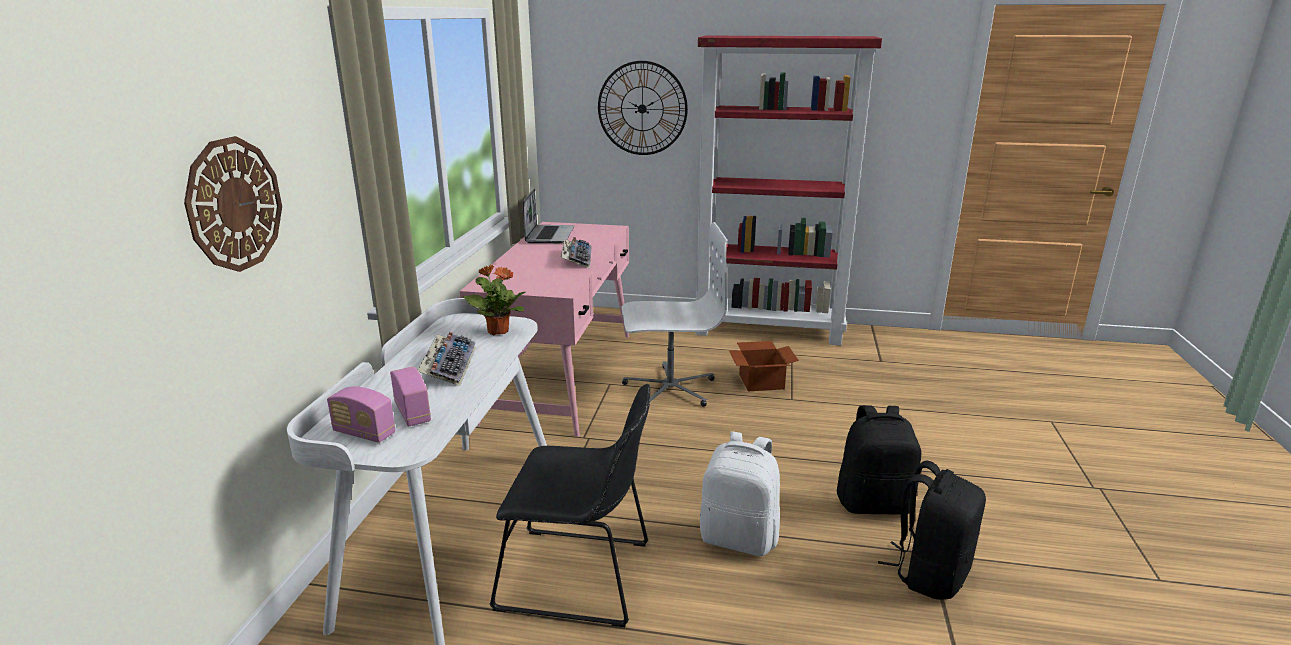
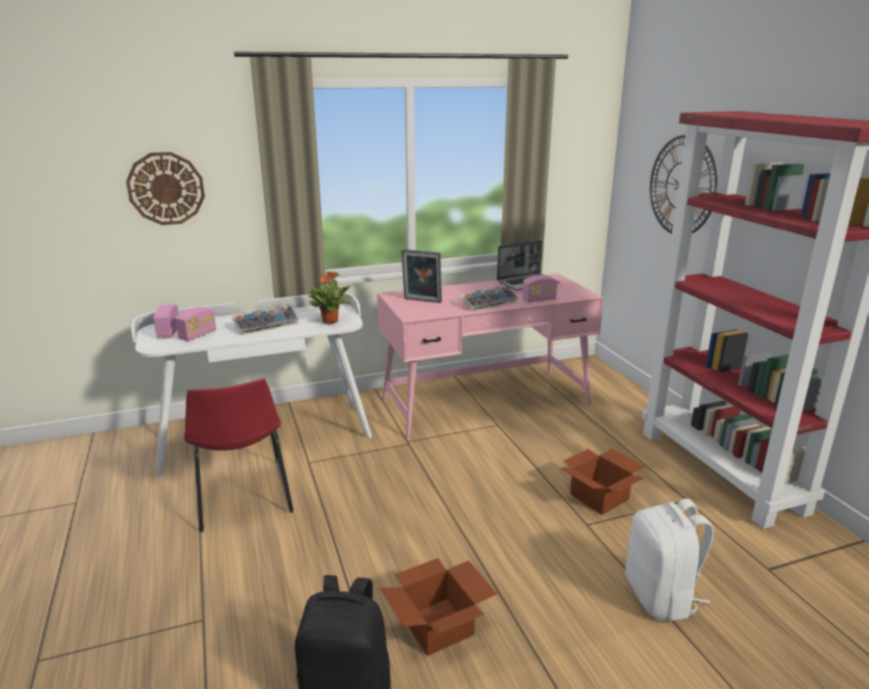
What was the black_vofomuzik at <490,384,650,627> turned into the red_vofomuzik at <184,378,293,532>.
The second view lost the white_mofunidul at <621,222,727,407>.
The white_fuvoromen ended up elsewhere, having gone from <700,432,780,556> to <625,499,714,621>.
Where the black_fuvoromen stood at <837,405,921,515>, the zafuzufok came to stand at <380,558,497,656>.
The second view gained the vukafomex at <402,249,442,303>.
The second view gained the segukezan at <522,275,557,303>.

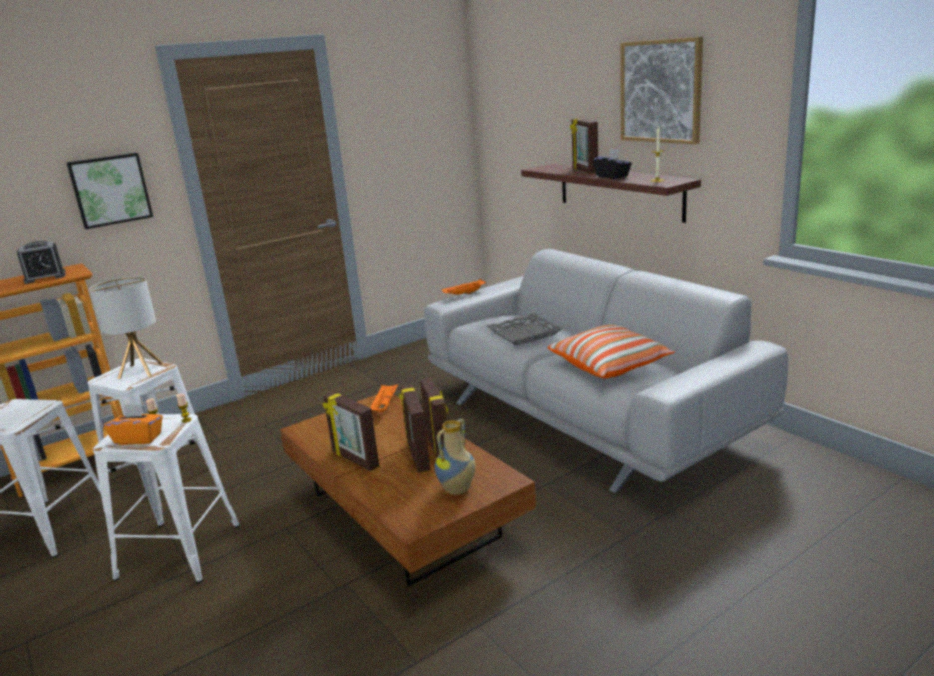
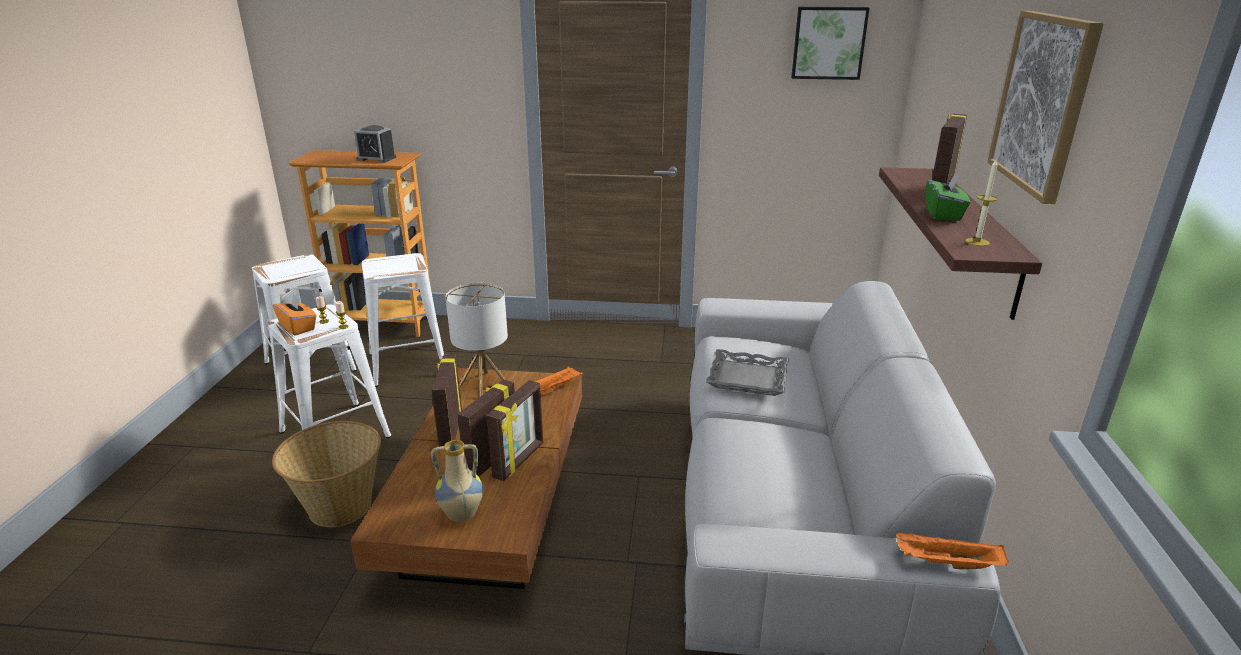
The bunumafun ended up elsewhere, having gone from <66,153,153,229> to <791,7,869,80>.
The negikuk ended up elsewhere, having gone from <89,276,163,379> to <445,283,508,397>.
The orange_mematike ended up elsewhere, having gone from <441,279,486,295> to <896,532,1009,570>.
The second view lost the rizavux at <547,325,675,378>.
What was the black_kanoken at <593,149,632,179> turned into the green_kanoken at <926,173,970,221>.
The second view gained the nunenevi at <272,421,381,527>.

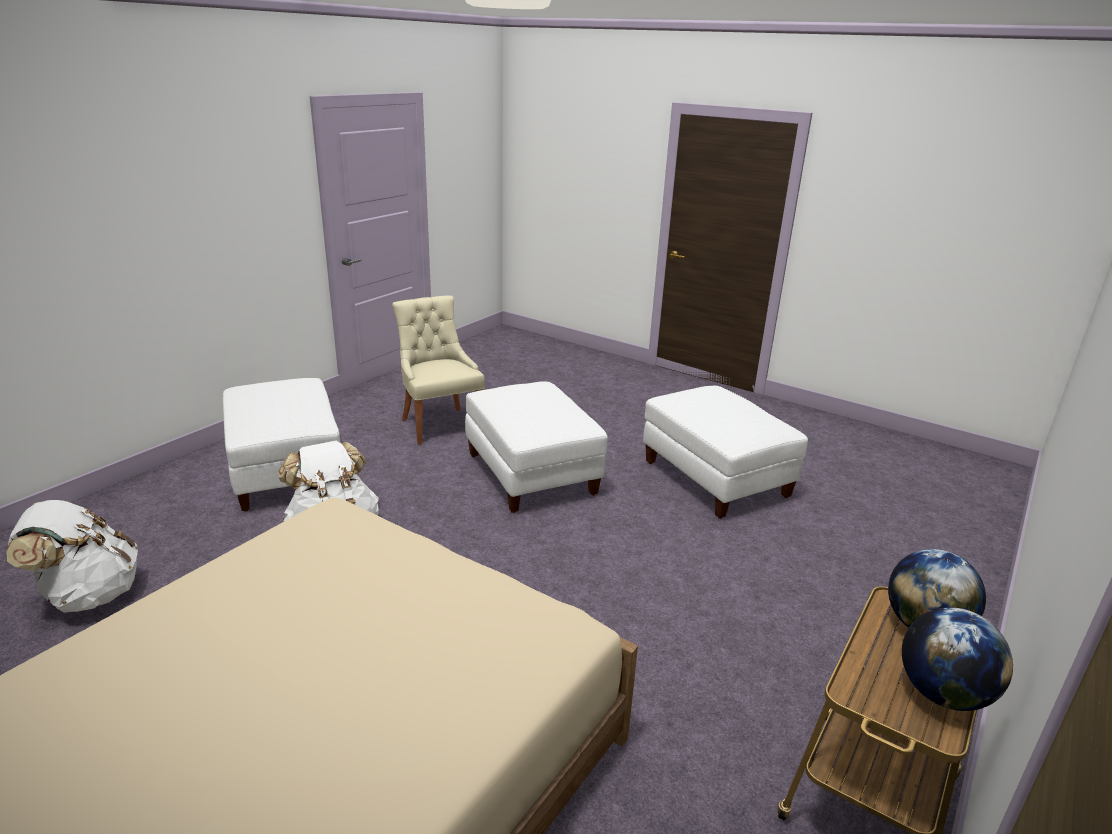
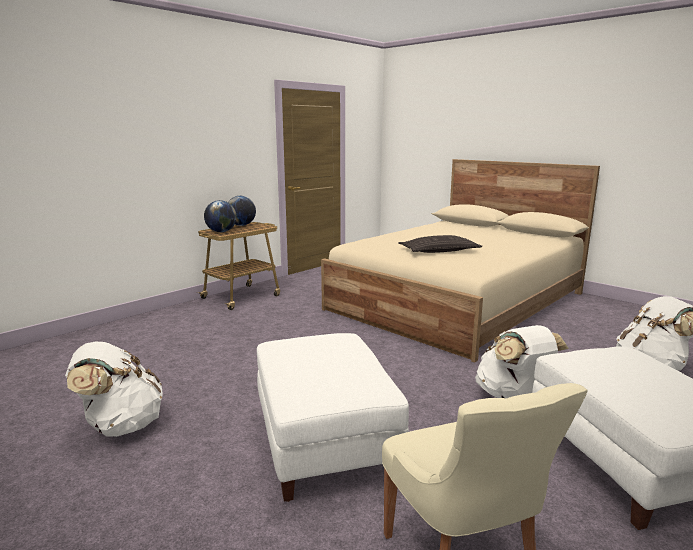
Where the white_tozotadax stood at <643,386,808,519>, the white_fuvoromen came to stand at <65,342,163,437>.
The second view gained the rizavux at <398,235,482,253>.

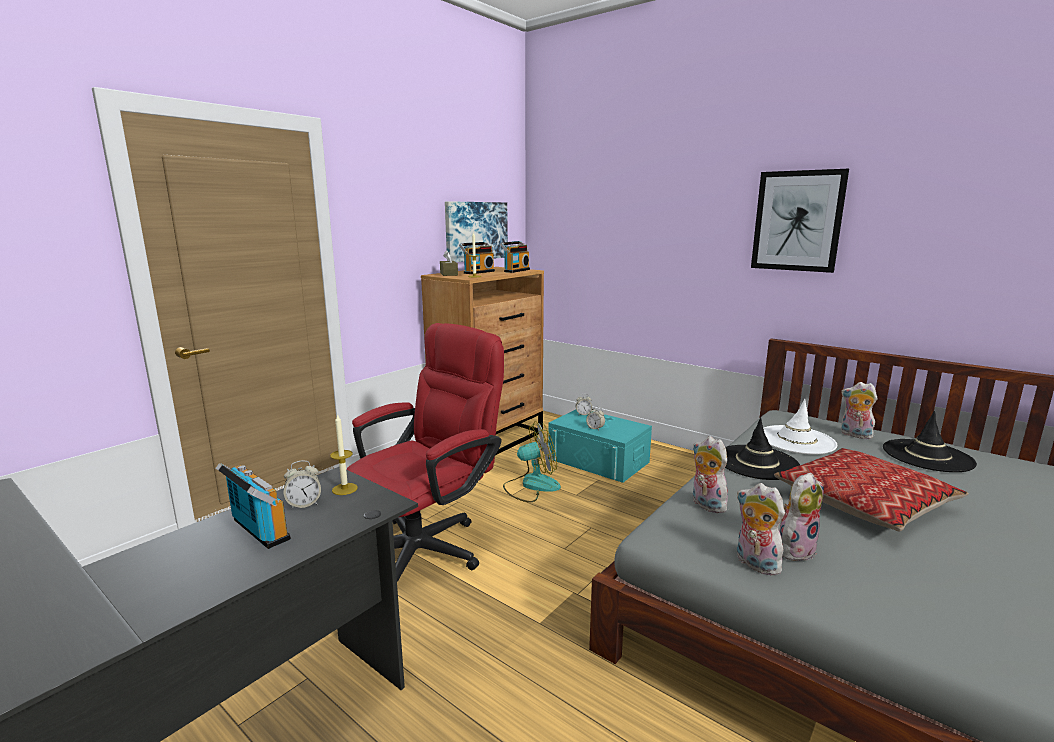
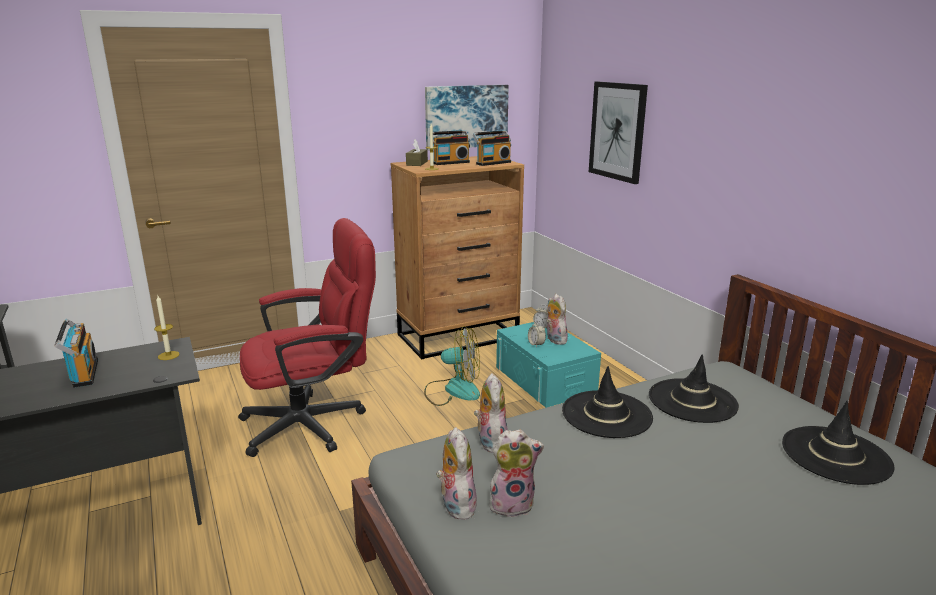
The second view lost the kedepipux at <284,461,321,510>.
The bunumafun ended up elsewhere, having gone from <751,169,849,273> to <589,82,648,184>.
What was the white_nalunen at <763,399,838,455> turned into the black_nalunen at <649,354,739,423>.
The second view lost the rizavux at <774,448,969,532>.
The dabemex ended up elsewhere, having gone from <841,382,878,439> to <547,294,568,345>.

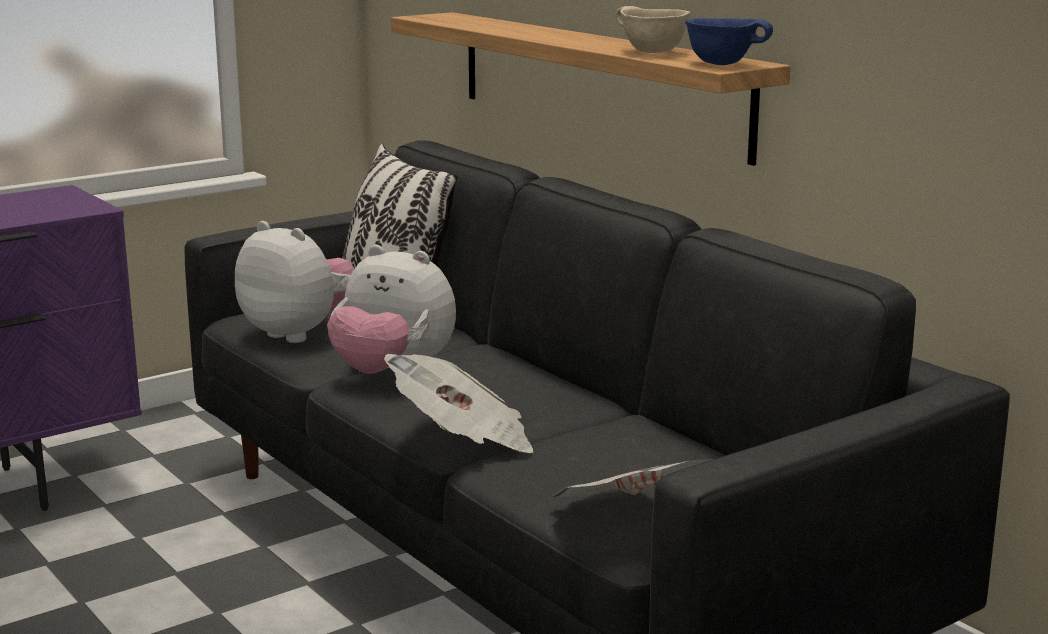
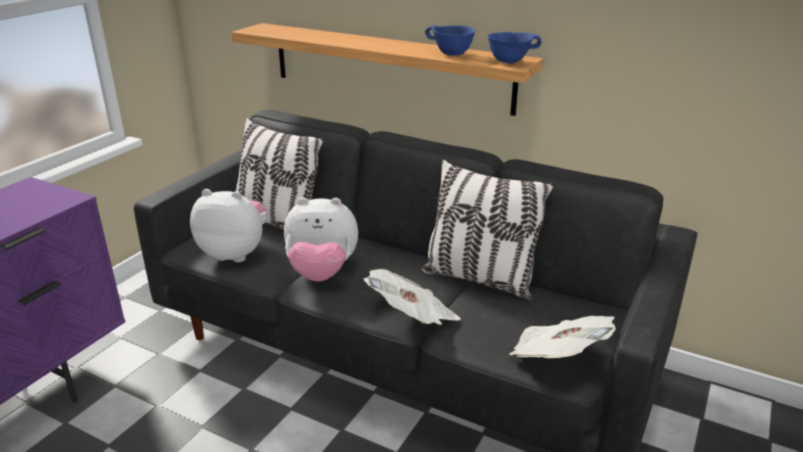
What was the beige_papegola at <616,6,690,53> turned into the blue_papegola at <425,25,476,56>.
The second view gained the rizavux at <421,160,554,300>.

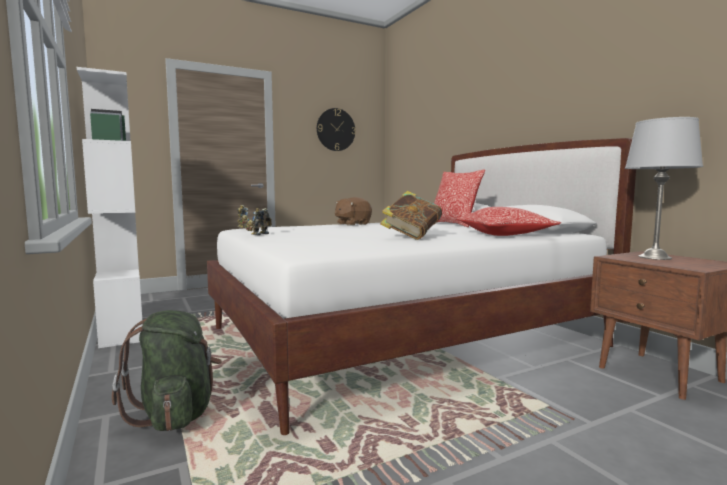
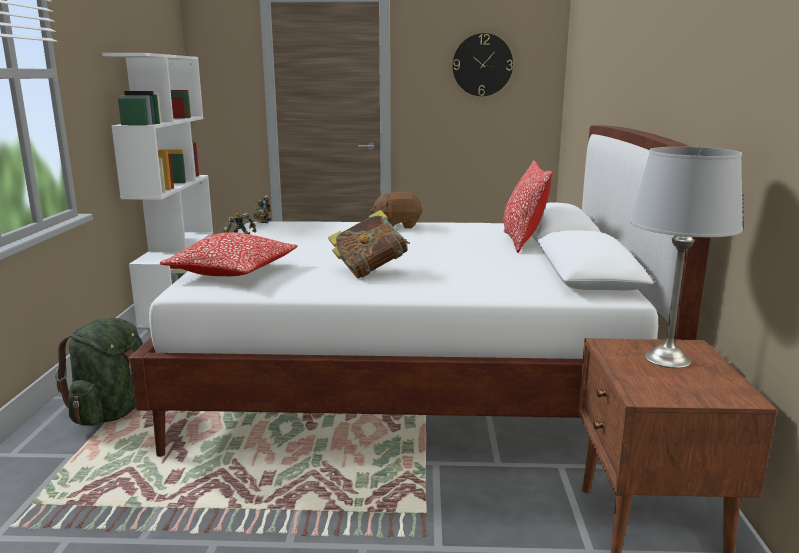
The rizavux ended up elsewhere, having gone from <456,207,561,236> to <160,232,298,276>.

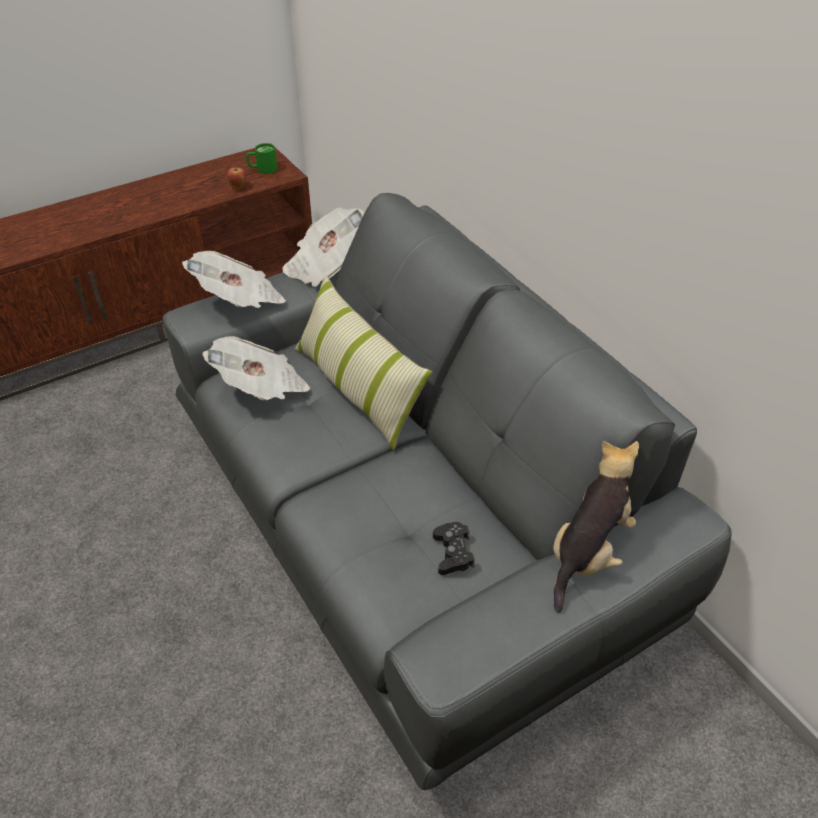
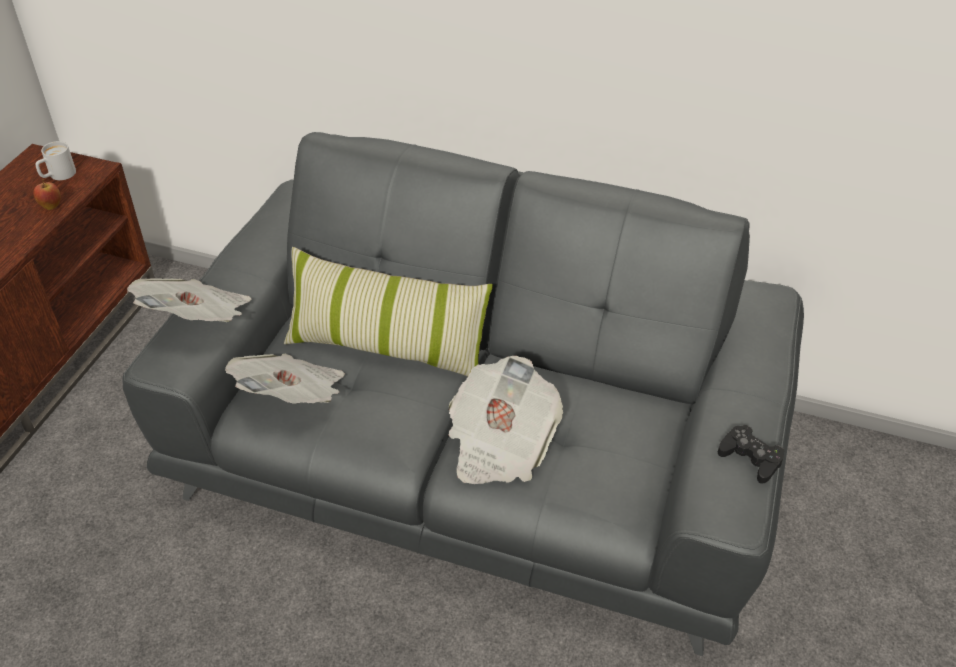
What was the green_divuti at <246,143,277,174> turned into the white_divuti at <36,141,76,180>.
The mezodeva ended up elsewhere, having gone from <283,207,365,287> to <448,356,563,484>.
The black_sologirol ended up elsewhere, having gone from <433,522,475,575> to <718,425,785,484>.
The second view lost the dabemex at <553,441,639,613>.

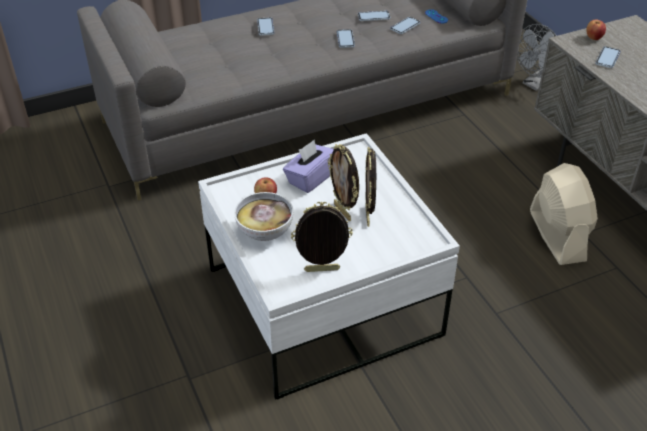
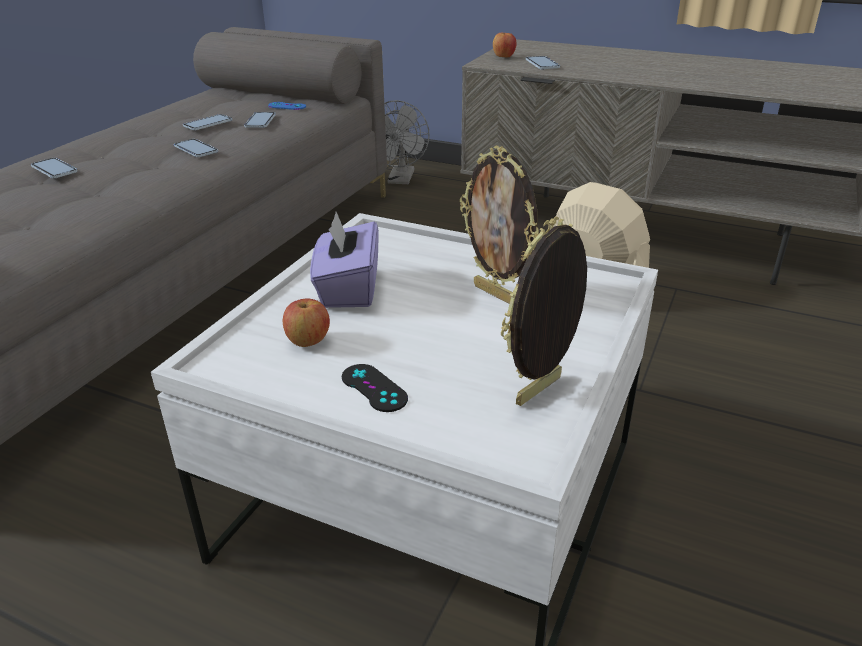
Where the papegola stood at <234,192,293,241>, the black_sologirol came to stand at <342,364,408,412>.
The second view lost the vukafomex at <328,144,359,221>.

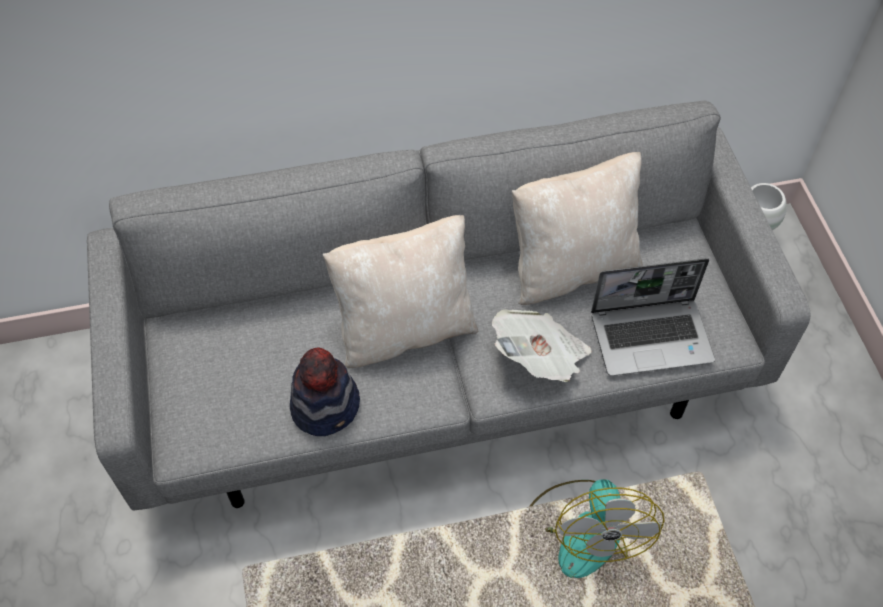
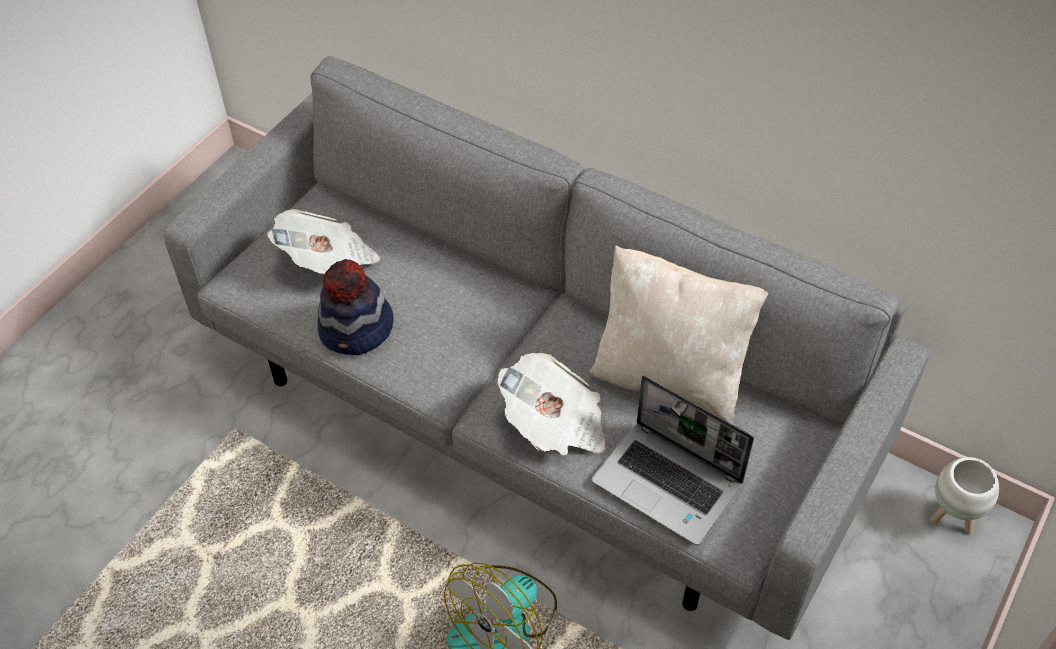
The second view lost the beige_rizavux at <323,215,479,368>.
The second view gained the mezodeva at <267,209,380,274>.

